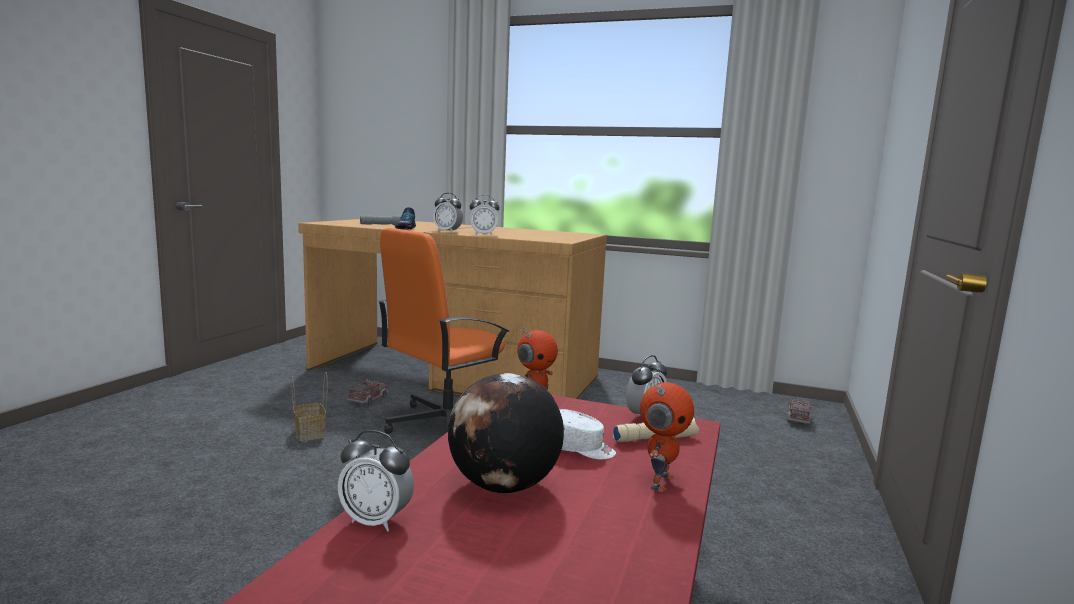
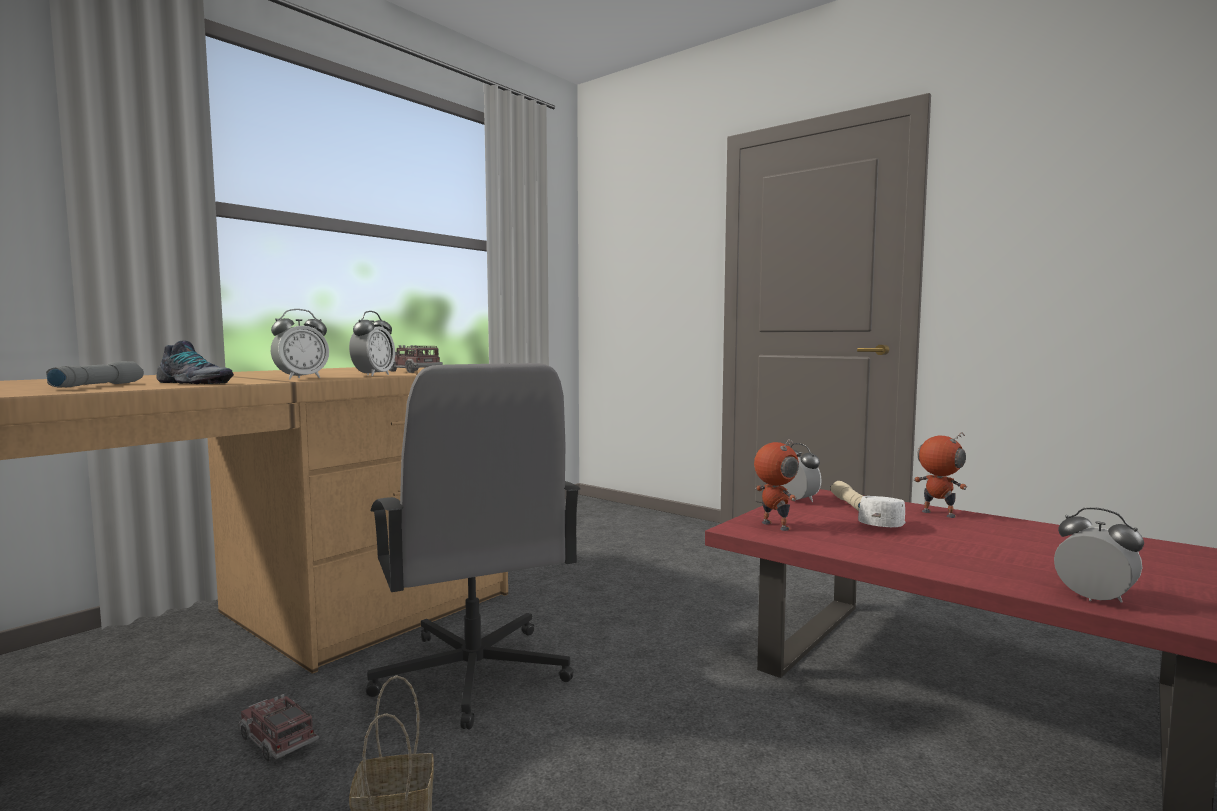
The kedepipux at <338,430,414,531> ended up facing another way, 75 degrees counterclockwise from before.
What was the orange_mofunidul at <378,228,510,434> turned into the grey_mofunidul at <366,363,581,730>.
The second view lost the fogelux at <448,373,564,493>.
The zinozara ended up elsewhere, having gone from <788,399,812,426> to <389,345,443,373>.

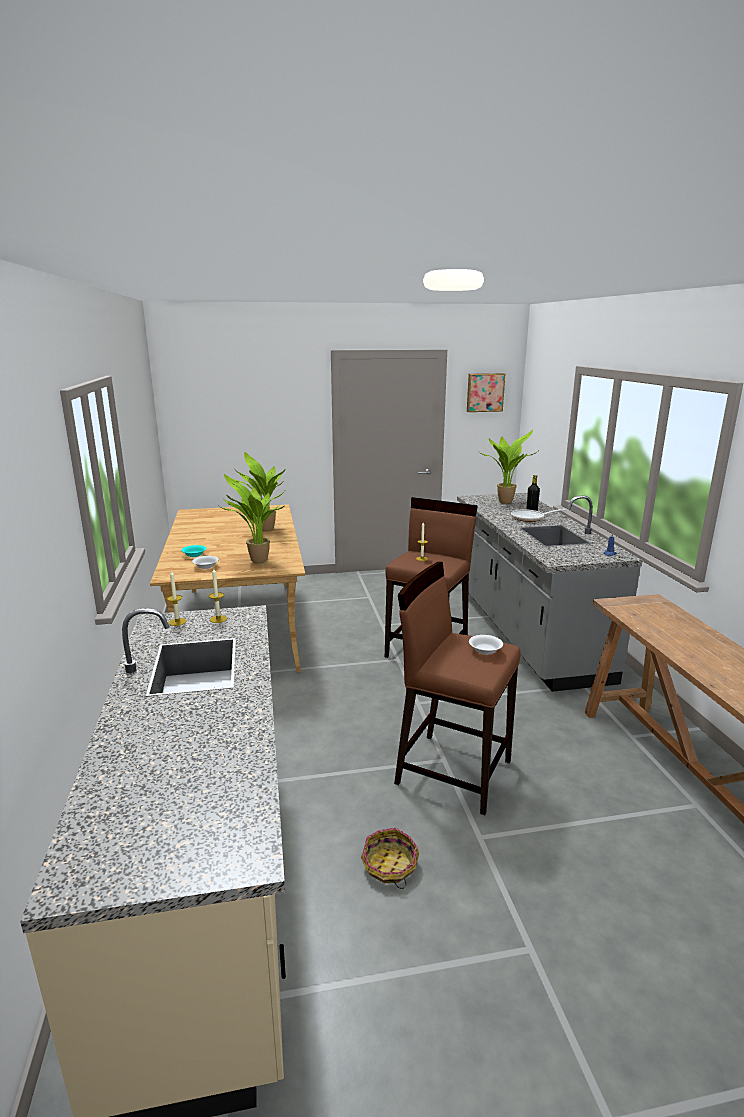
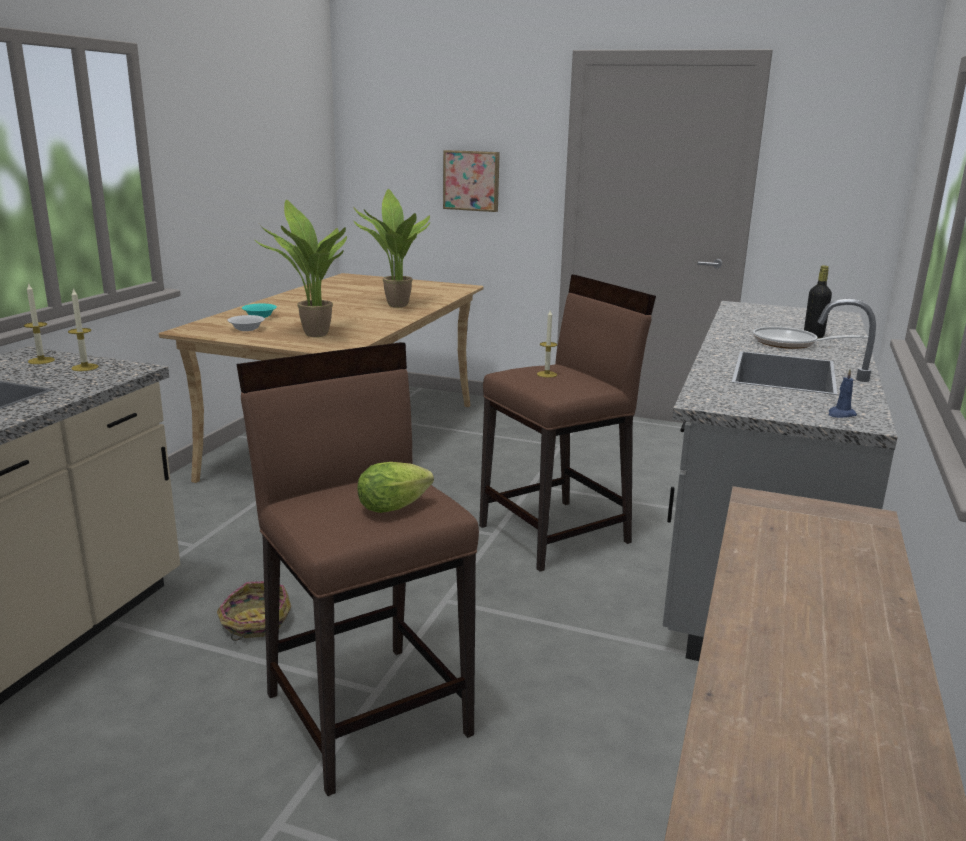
The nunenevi ended up elsewhere, having gone from <361,828,419,889> to <217,581,291,641>.
The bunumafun ended up elsewhere, having gone from <467,373,505,412> to <443,150,500,212>.
Where the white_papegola stood at <469,635,503,655>, the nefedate came to stand at <357,462,434,513>.
The second view lost the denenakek at <479,430,538,504>.

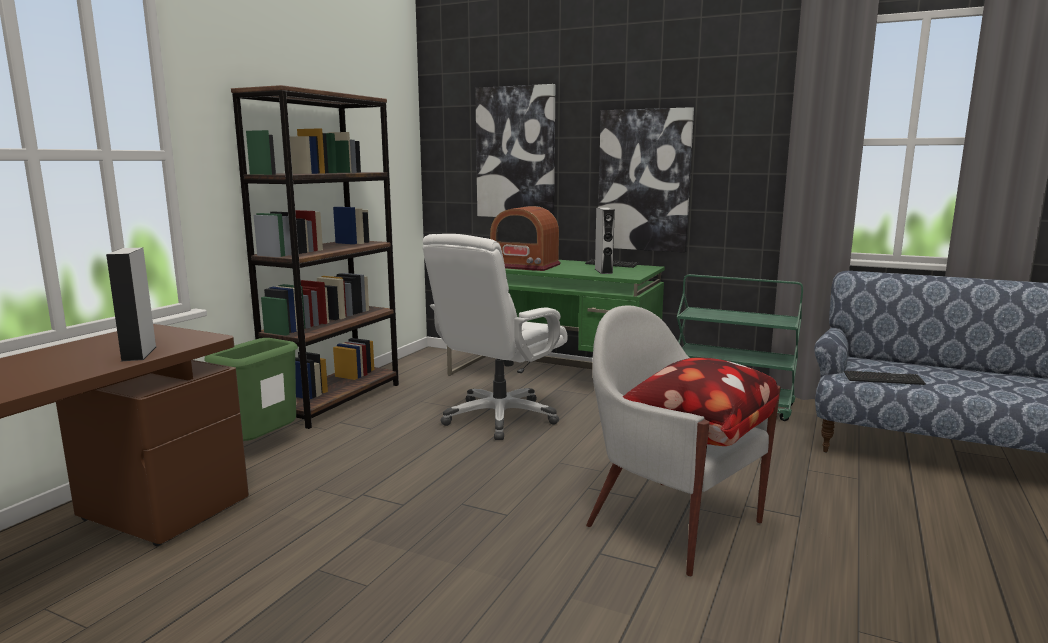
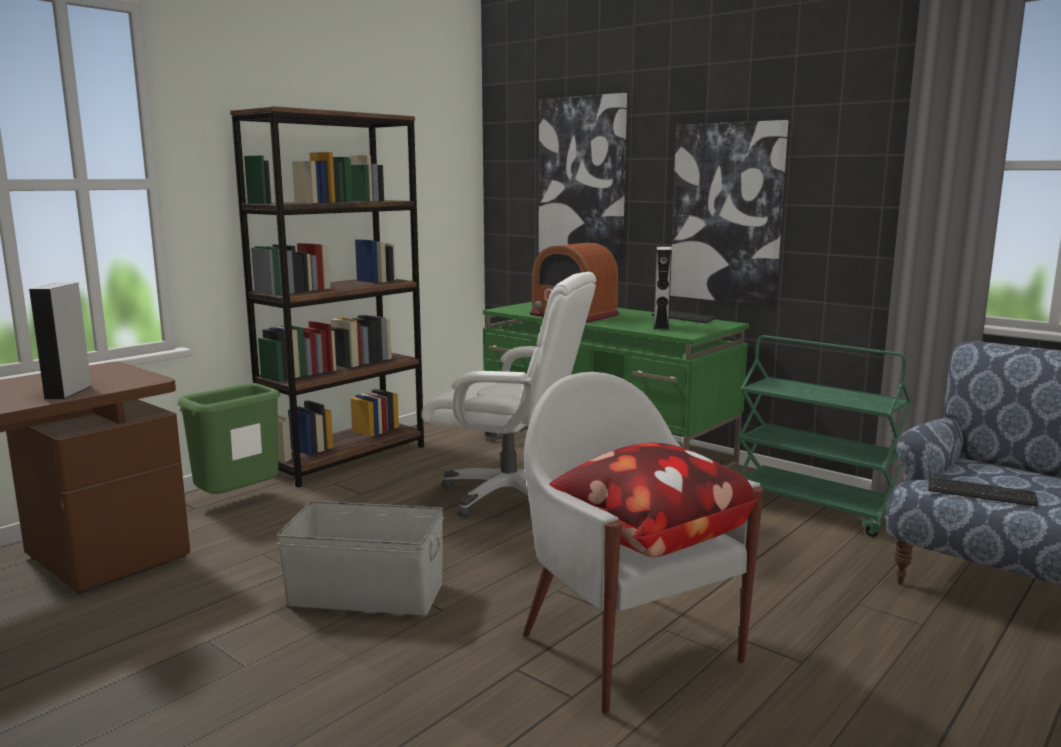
The white_mofunidul at <423,234,568,440> ended up facing another way, 120 degrees counterclockwise from before.
The second view gained the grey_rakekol at <277,501,443,615>.

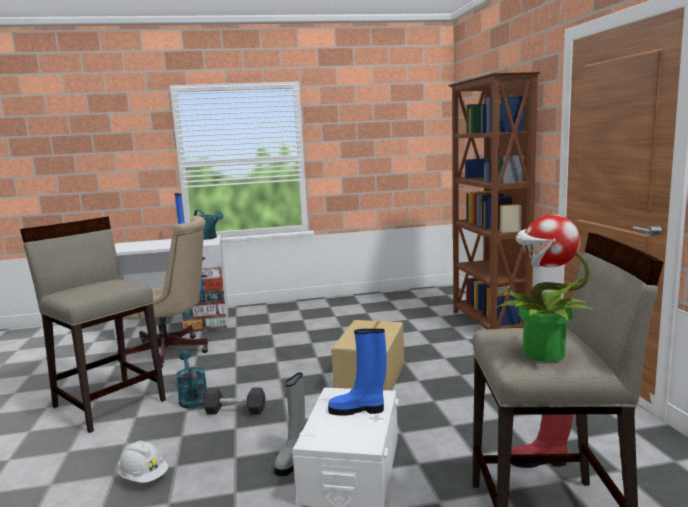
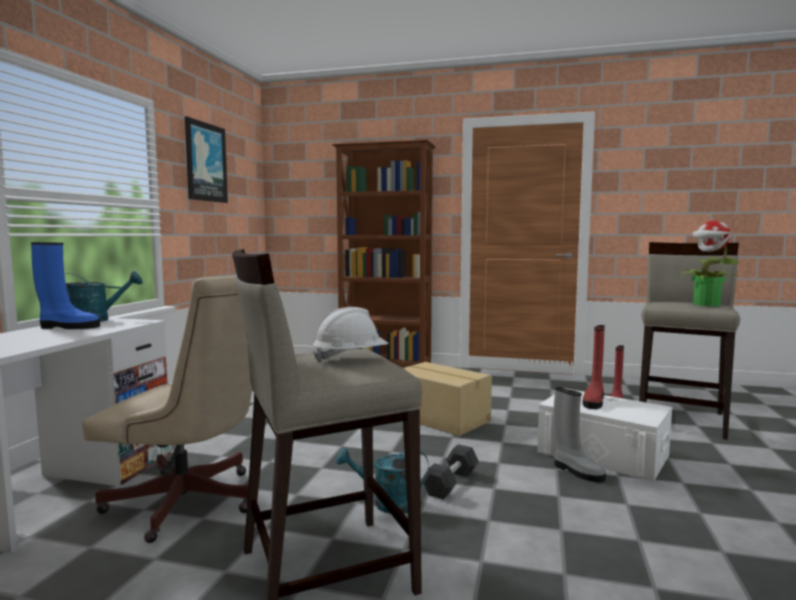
The beige_mofunidul at <117,216,208,368> ended up facing another way, 75 degrees clockwise from before.
The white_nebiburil ended up elsewhere, having gone from <118,441,168,483> to <313,307,389,363>.
What was the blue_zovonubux at <328,329,386,416> turned into the red_zovonubux at <582,325,605,409>.
The second view gained the bunumafun at <185,116,228,203>.

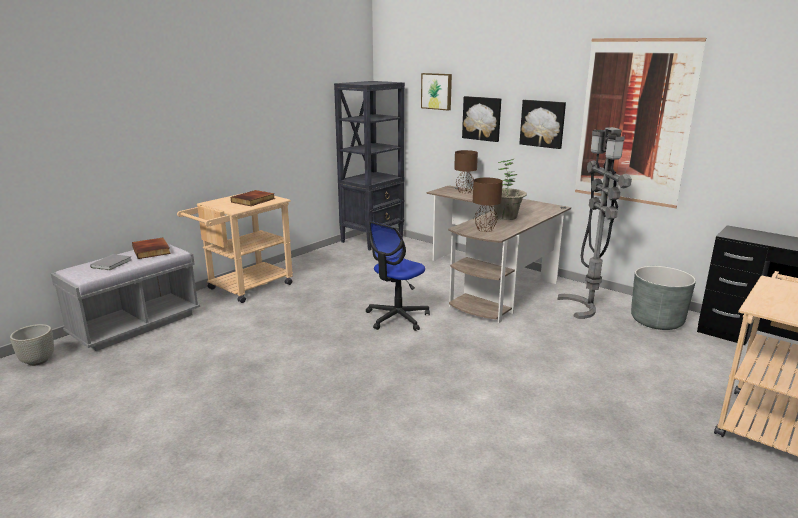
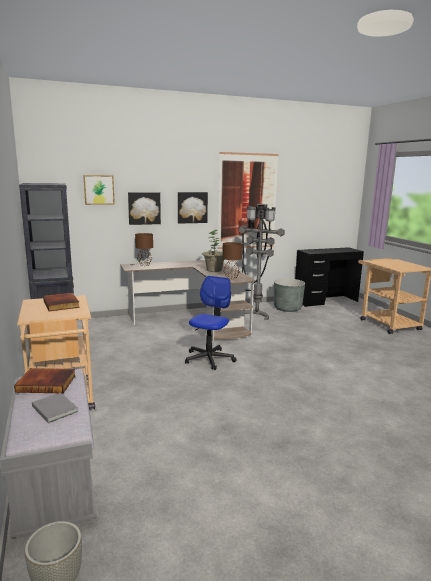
The mofunidul at <366,221,430,331> ended up facing another way, 135 degrees counterclockwise from before.

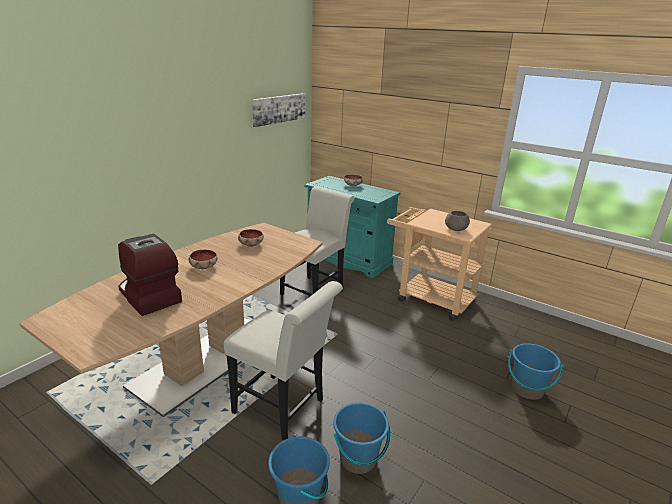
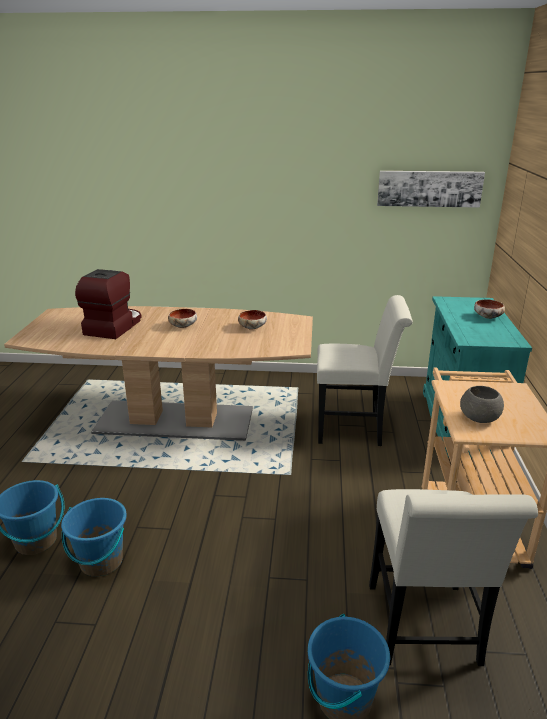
The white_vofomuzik ended up elsewhere, having gone from <224,281,343,440> to <369,489,538,666>.

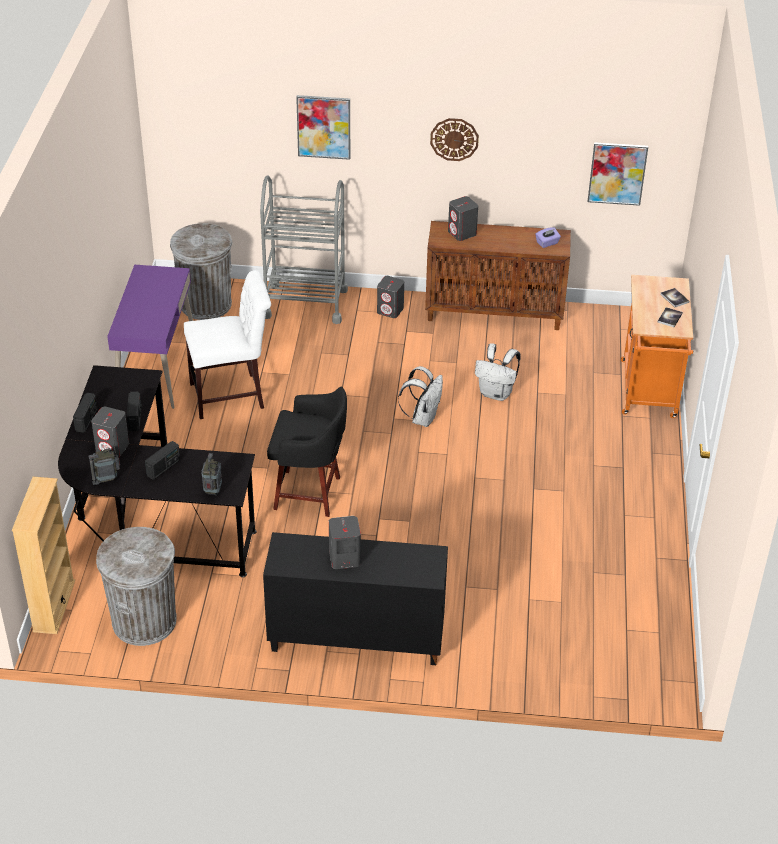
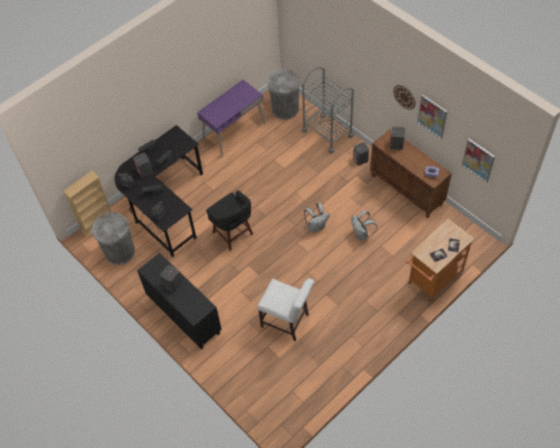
The white_vofomuzik ended up elsewhere, having gone from <184,270,271,419> to <258,278,314,341>.
The bunumafun ended up elsewhere, having gone from <296,95,350,160> to <418,95,447,139>.

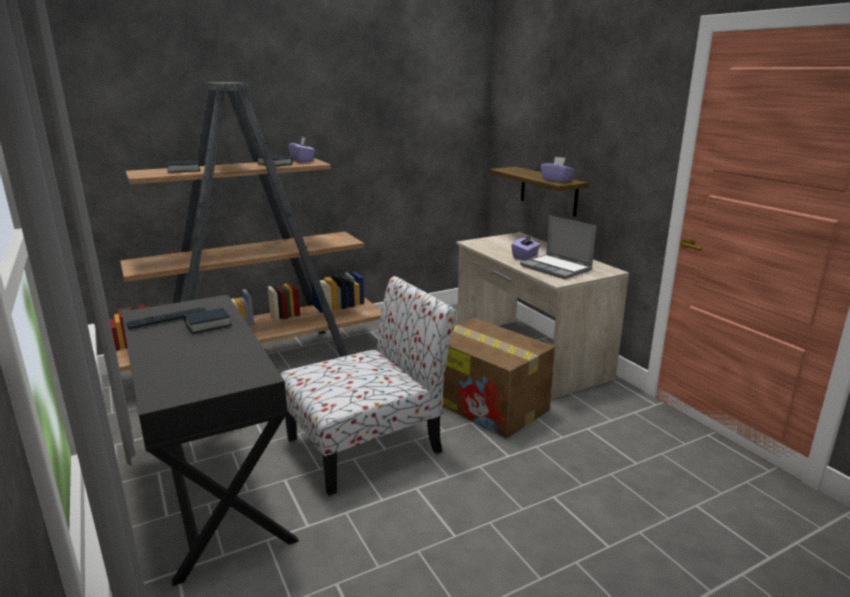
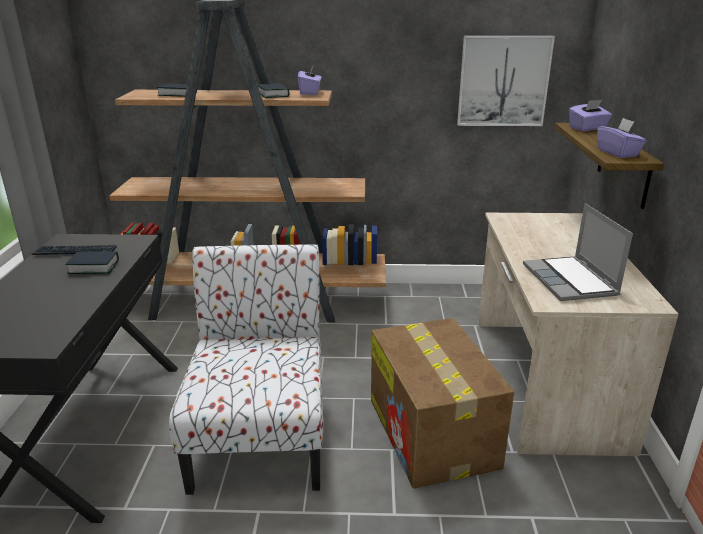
The vofomuzik at <280,276,456,496> ended up facing another way, 90 degrees counterclockwise from before.
The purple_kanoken ended up elsewhere, having gone from <511,235,541,261> to <569,100,612,131>.
The second view gained the bunumafun at <457,36,555,126>.

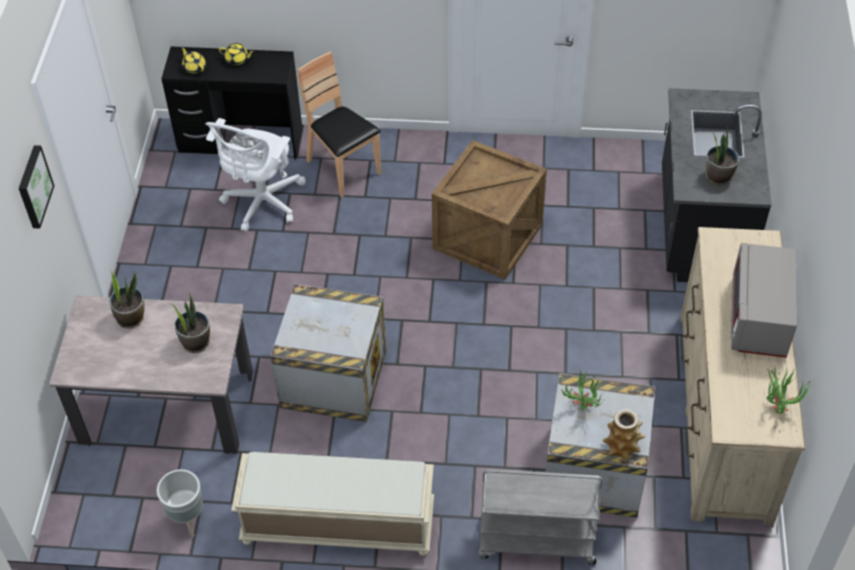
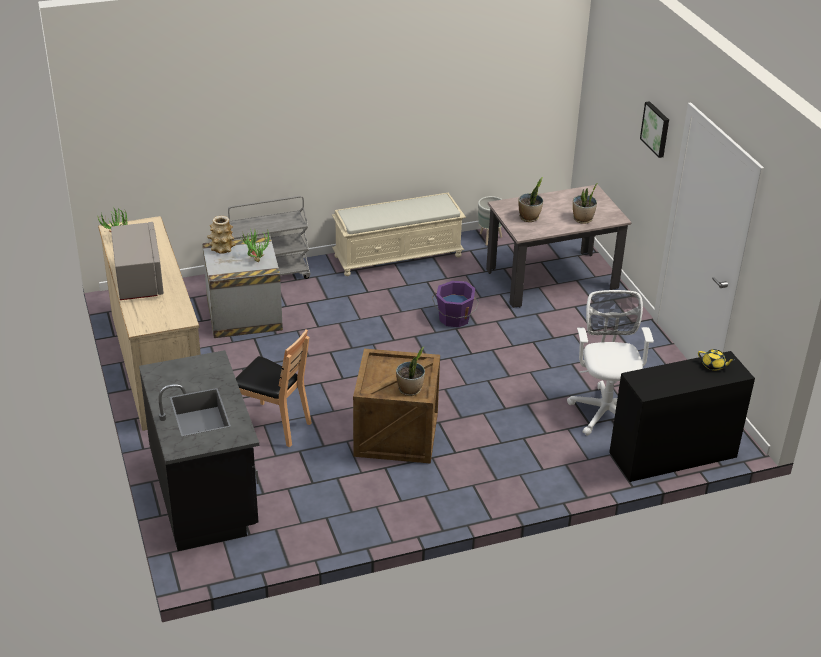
The second view lost the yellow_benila at <219,43,255,65>.
Where the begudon stood at <270,284,386,422>, the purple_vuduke came to stand at <432,281,479,327>.
The brown_vofomuzik ended up elsewhere, having gone from <297,52,381,197> to <236,329,312,447>.
The denenakek ended up elsewhere, having gone from <706,126,739,186> to <396,347,425,396>.

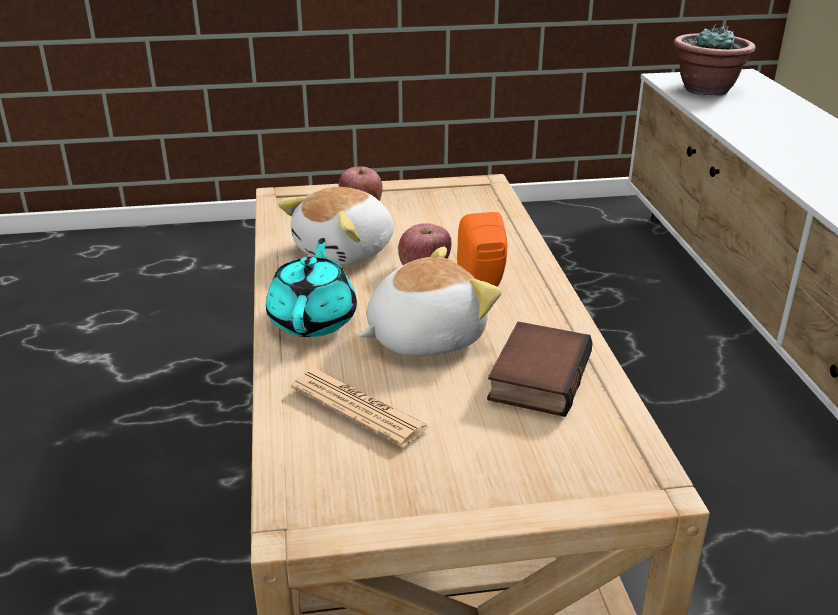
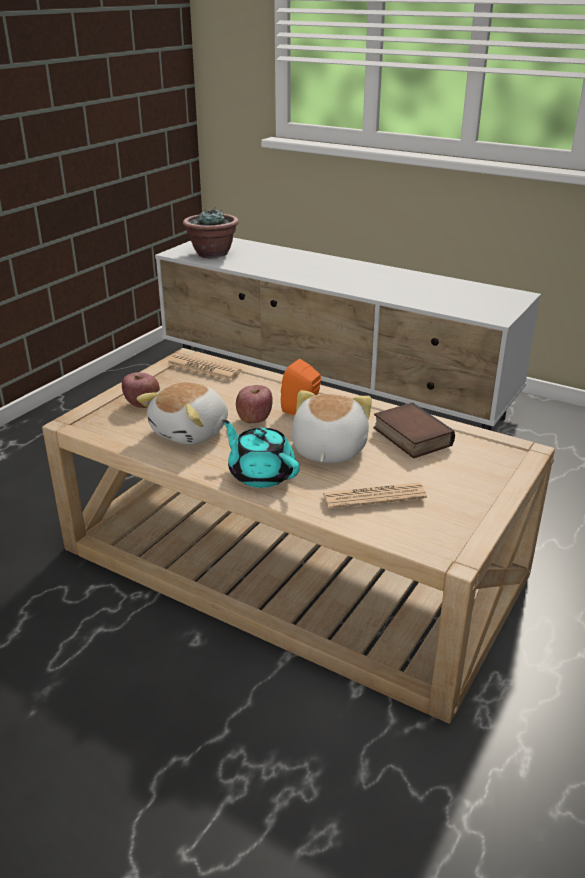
The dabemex at <278,187,394,265> ended up facing another way, 45 degrees clockwise from before.
The second view gained the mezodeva at <167,354,241,381>.

